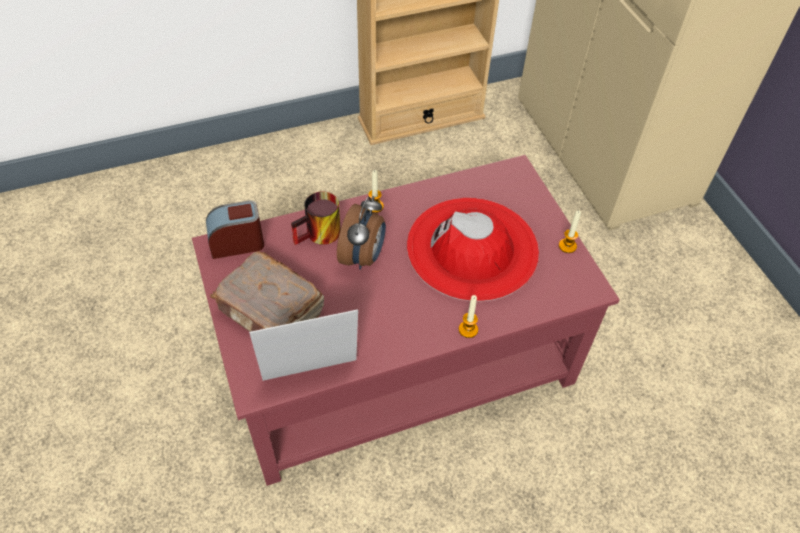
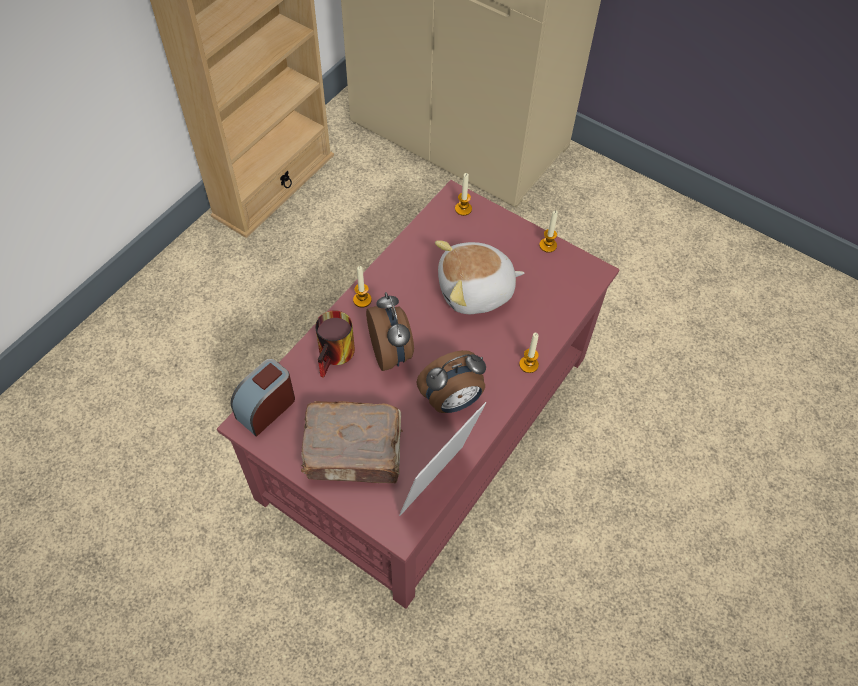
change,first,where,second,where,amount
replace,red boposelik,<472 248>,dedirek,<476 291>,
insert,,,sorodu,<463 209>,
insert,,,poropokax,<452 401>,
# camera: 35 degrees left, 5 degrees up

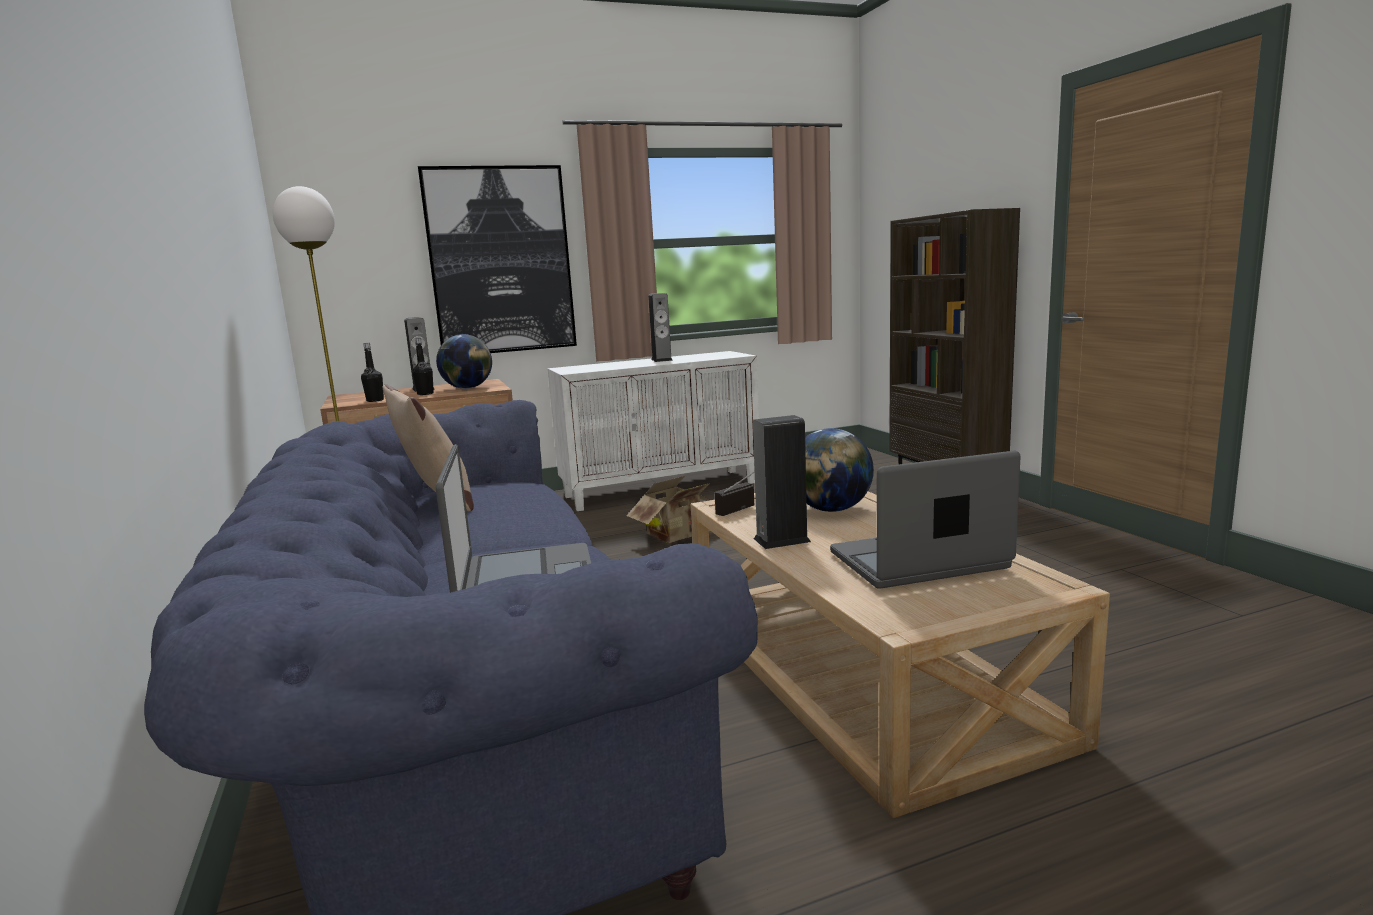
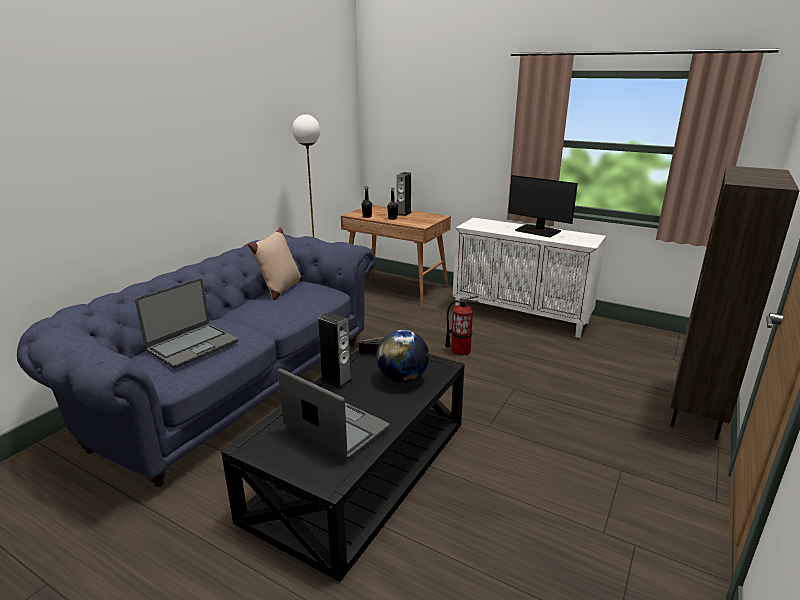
change,first,where,second,where,amount
delete,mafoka,<500 261>,,,
replace,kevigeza,<661 360>,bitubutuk,<538 231>,
delete,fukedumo,<467 388>,,,
replace,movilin,<678 536>,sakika,<460 350>,
recolor,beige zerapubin,<856 668>,black zerapubin,<359 468>,
# camera: 50 degrees right, 10 degrees up

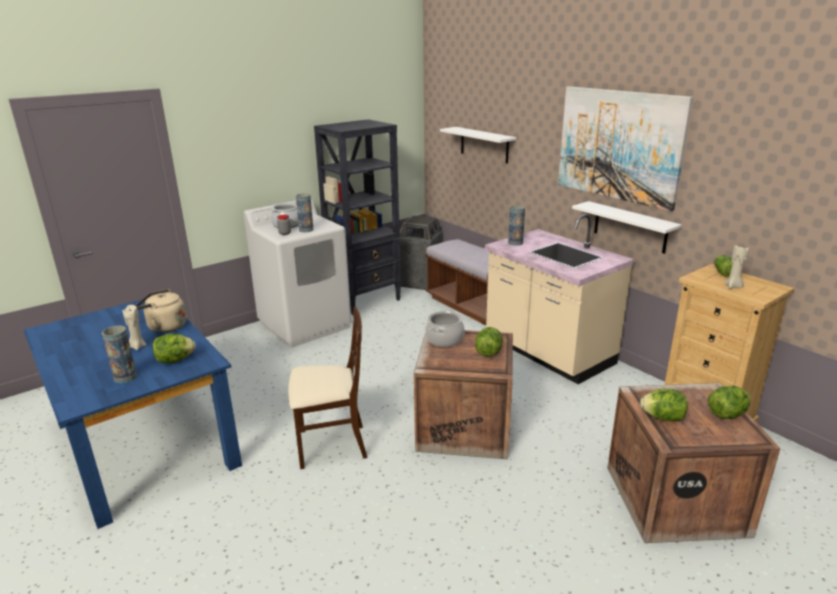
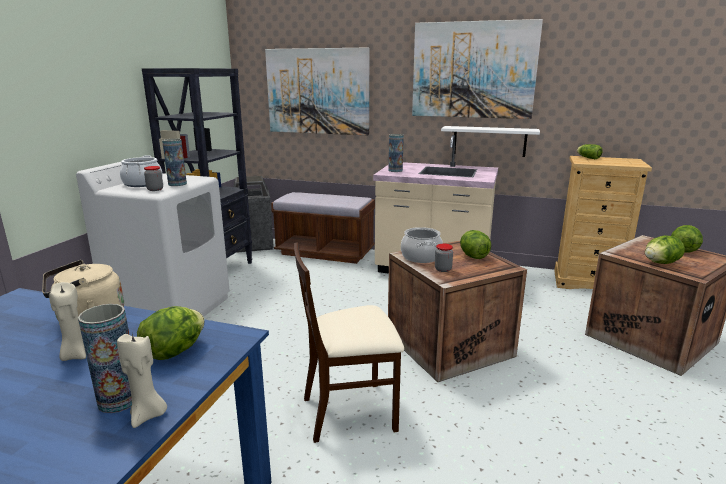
change,first,where,second,where,amount
replace,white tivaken,<484 145>,mafoka,<317 91>,
move,beige sorodu,<733 286>,,<148 415>,
rotate,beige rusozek,<331 445>,,<350 411>,150 degrees counterclockwise
insert,,,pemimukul,<443 269>,
# camera: 35 degrees left, 5 degrees down

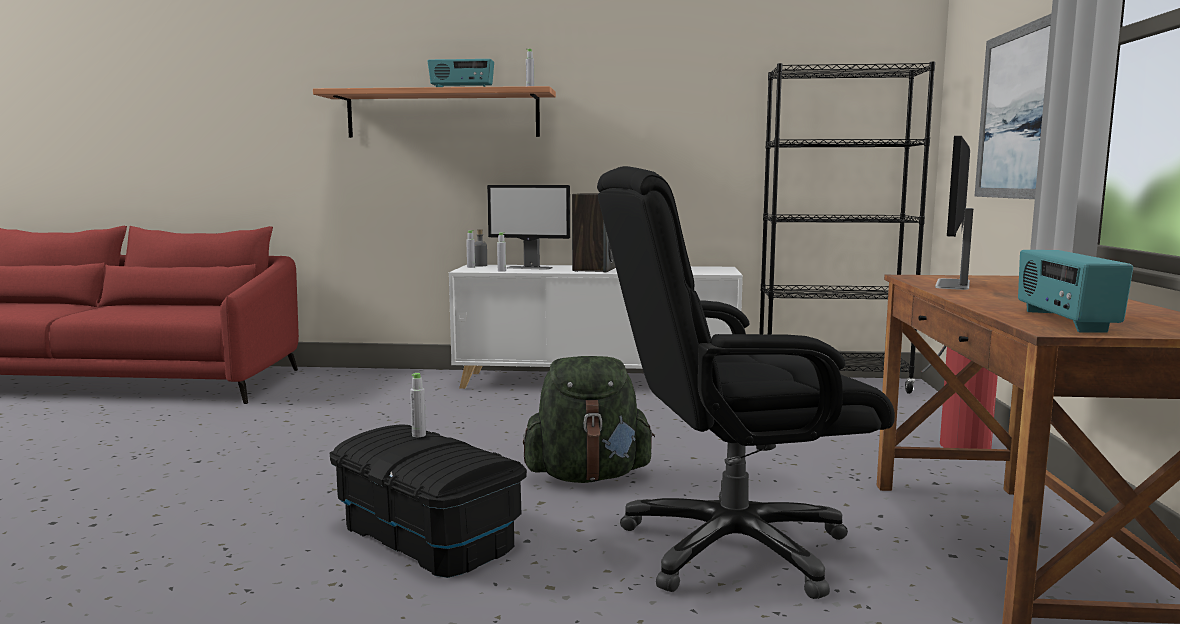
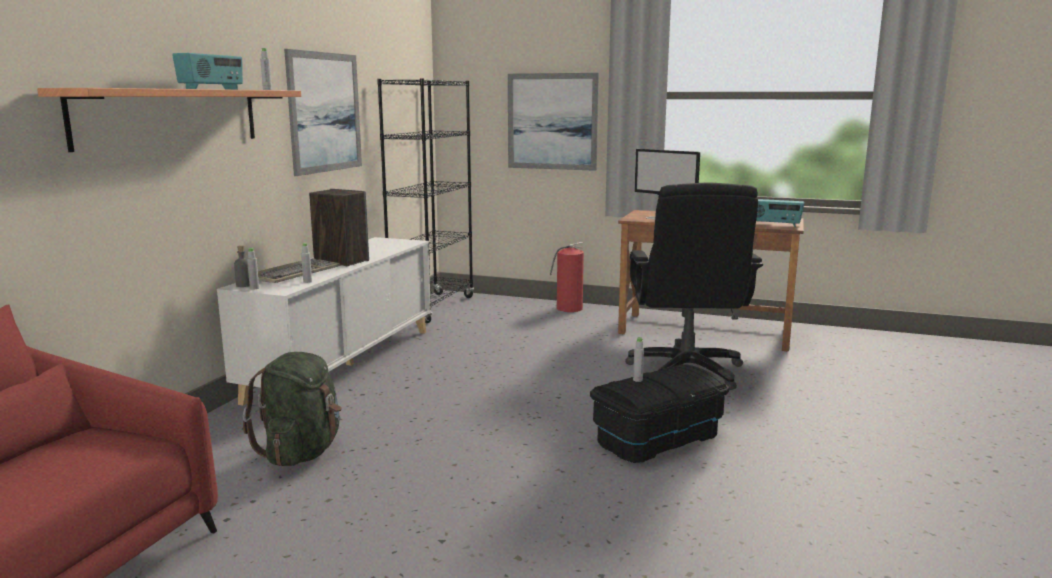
change,first,where,second,where,amount
replace,bitubutuk,<529 268>,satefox,<296 274>,
move,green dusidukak,<588 476>,,<302 452>,
insert,,,mafoka,<325 112>,
# camera: 75 degrees left, 5 degrees up

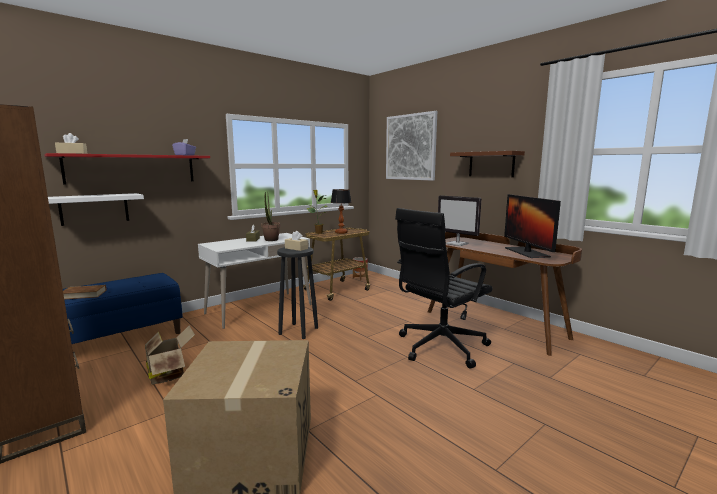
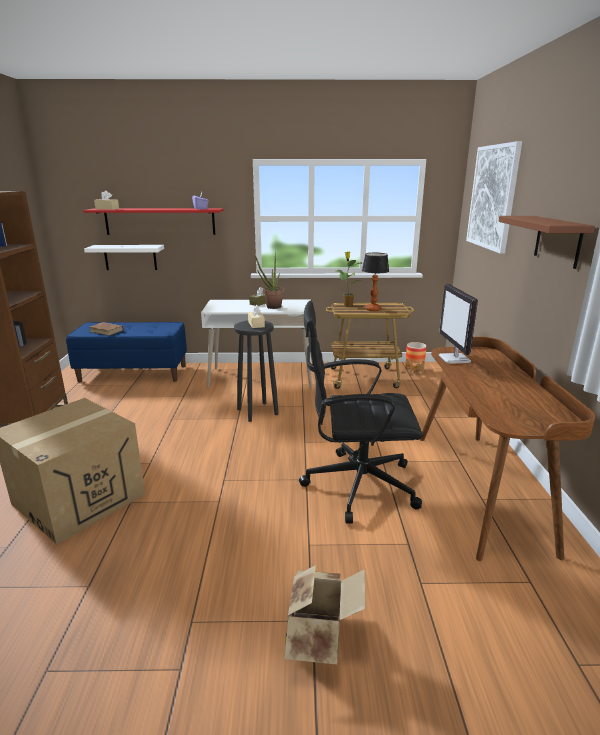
change,first,where,second,where,amount
delete,bitubutuk,<526 252>,,,
move,movilin,<169 373>,,<320 635>,
# camera: 40 degrees right, 10 degrees up

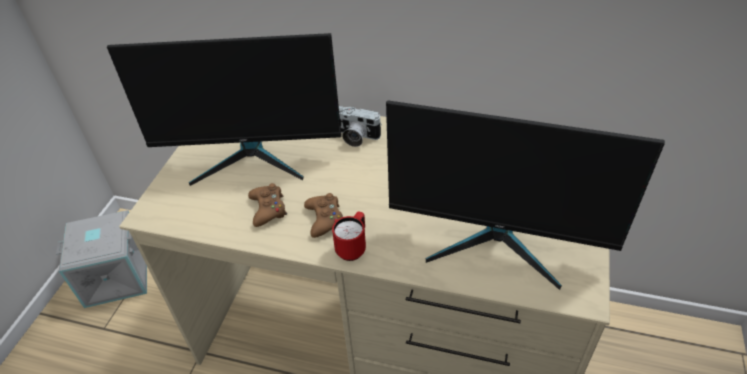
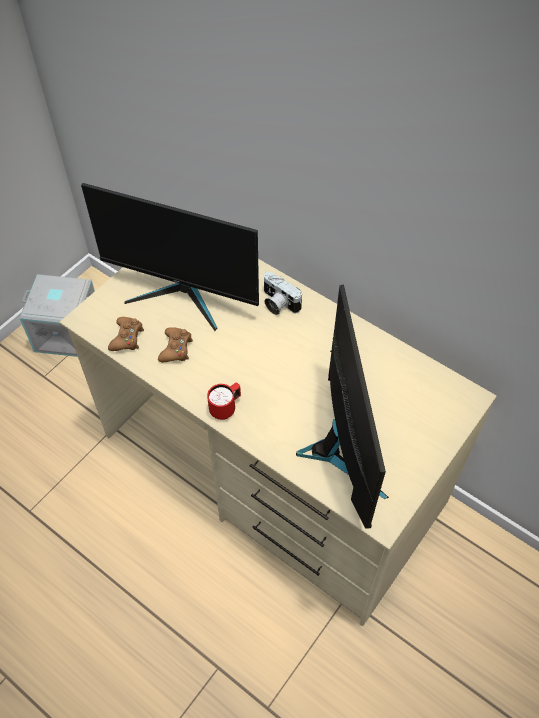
change,first,where,second,where,amount
rotate,bitubutuk,<498 243>,,<342 449>,135 degrees counterclockwise
move,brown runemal,<325 219>,,<127 338>,
# camera: 20 degrees right, 10 degrees up

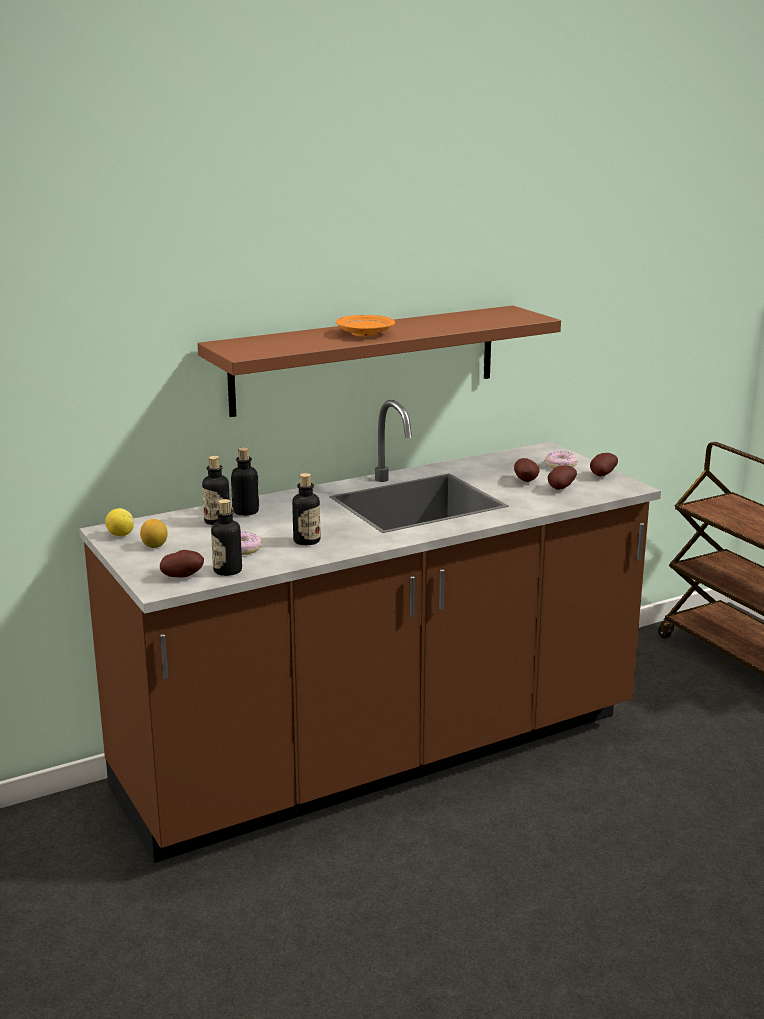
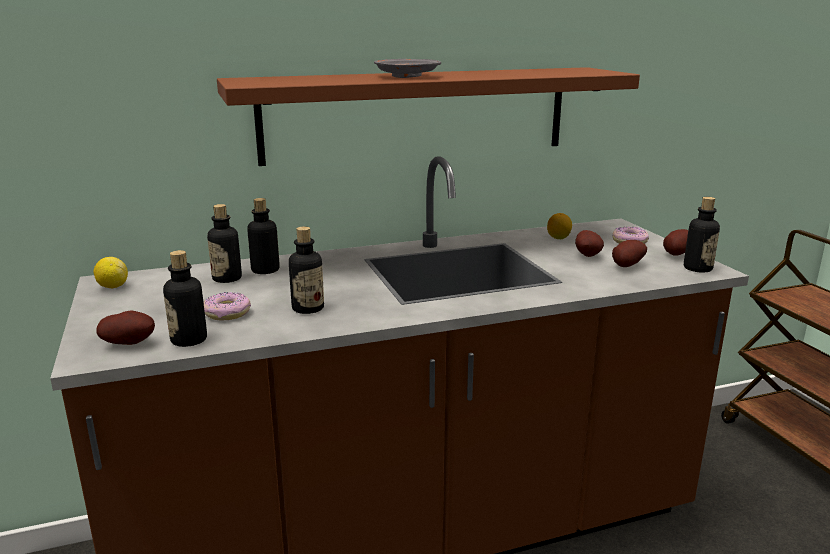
change,first,where,second,where,amount
recolor,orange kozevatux,<364 333>,grey kozevatux,<406 76>,
move,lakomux,<155 546>,,<558 238>,
insert,,,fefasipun,<697 268>,
# camera: 10 degrees right, 0 degrees up

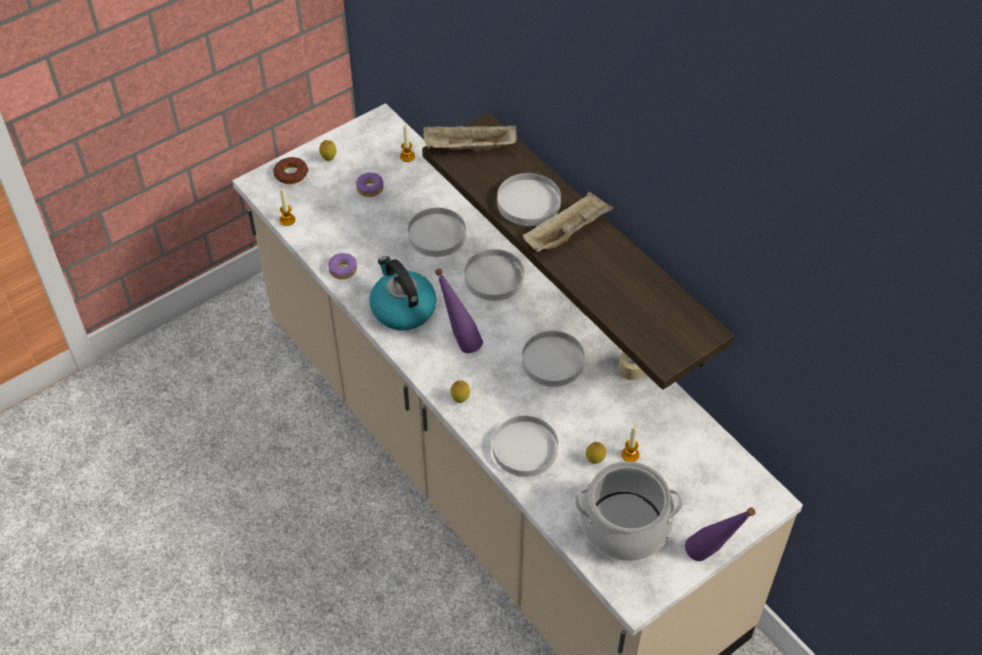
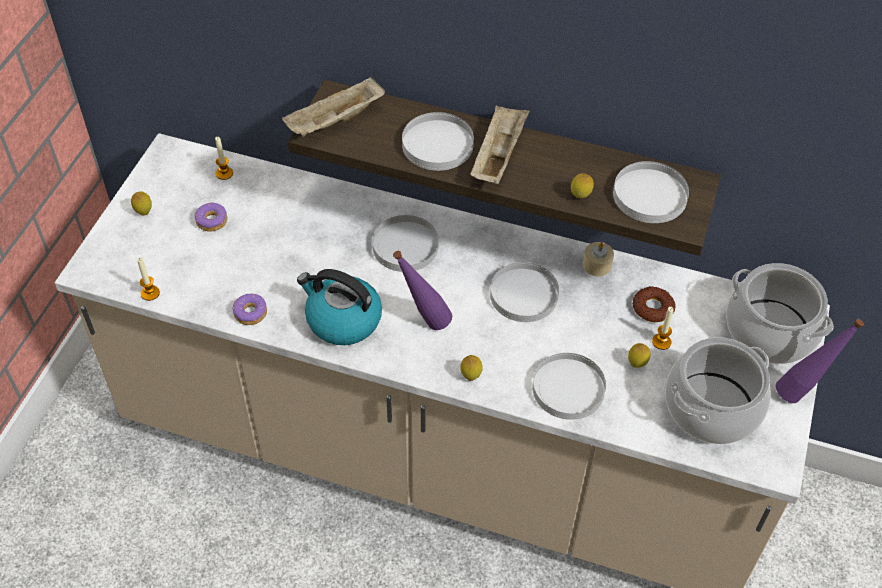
change,first,where,second,where,amount
move,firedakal,<291 174>,,<652 308>,
move,white kozevatux,<436 234>,,<649 195>,
insert,,,lakomux,<580 197>,
insert,,,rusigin,<770 331>,
# camera: 35 degrees left, 0 degrees up

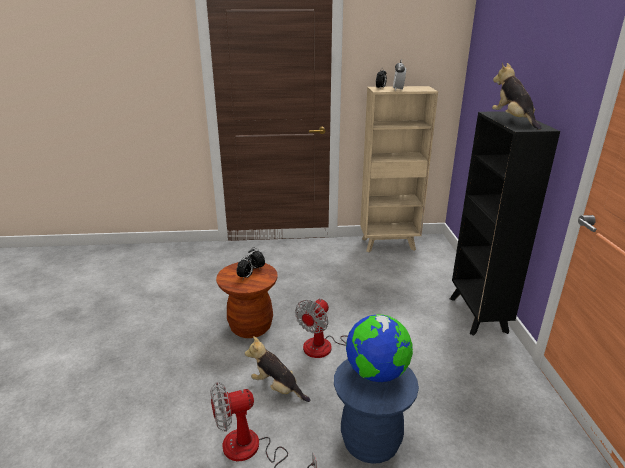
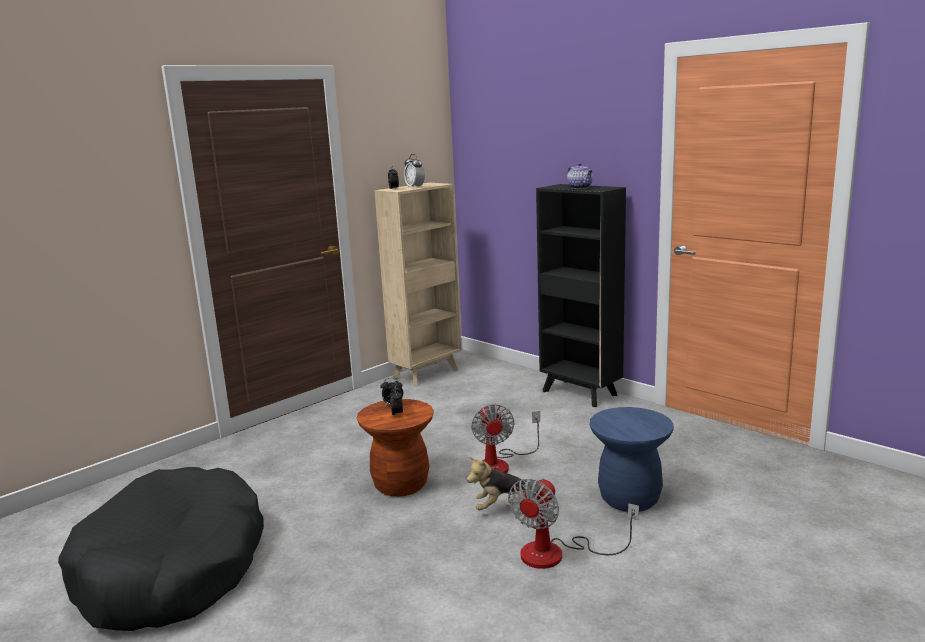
change,first,where,second,where,amount
replace,dedirek,<513 121>,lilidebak,<580 188>,
delete,fukedumo,<377 373>,,,
insert,,,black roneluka,<172 569>,
# camera: 40 degrees left, 10 degrees down

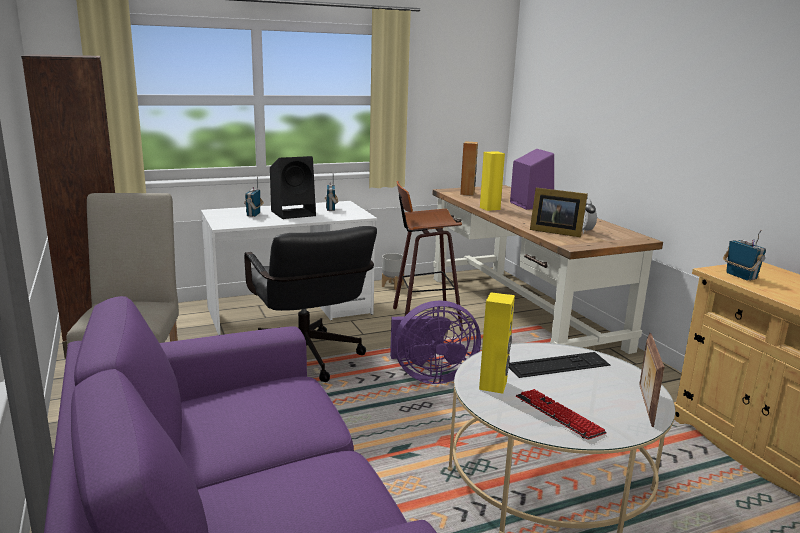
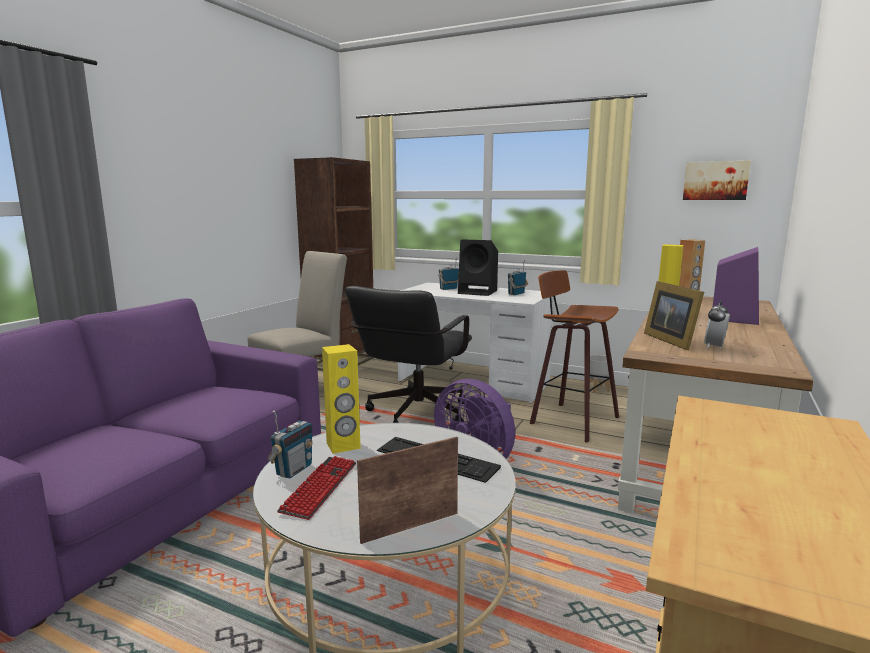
change,first,where,second,where,amount
move,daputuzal,<740 276>,,<293 470>,
insert,,,mafoka,<715 180>,
# camera: 50 degrees right, 5 degrees down

